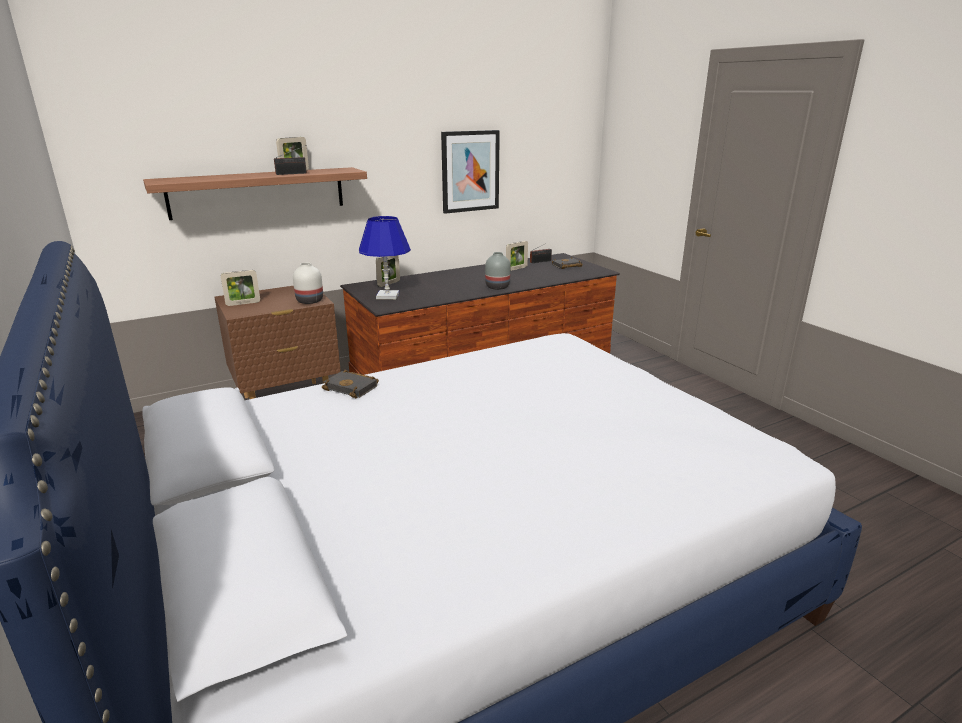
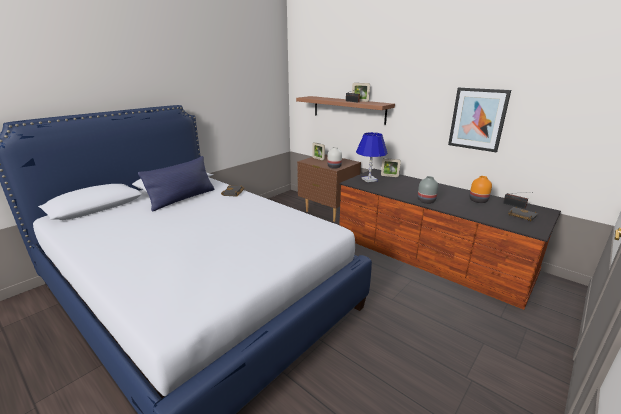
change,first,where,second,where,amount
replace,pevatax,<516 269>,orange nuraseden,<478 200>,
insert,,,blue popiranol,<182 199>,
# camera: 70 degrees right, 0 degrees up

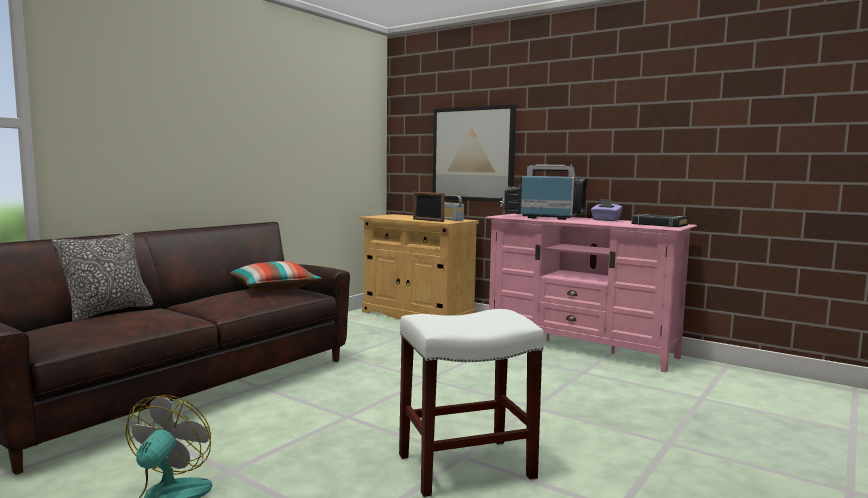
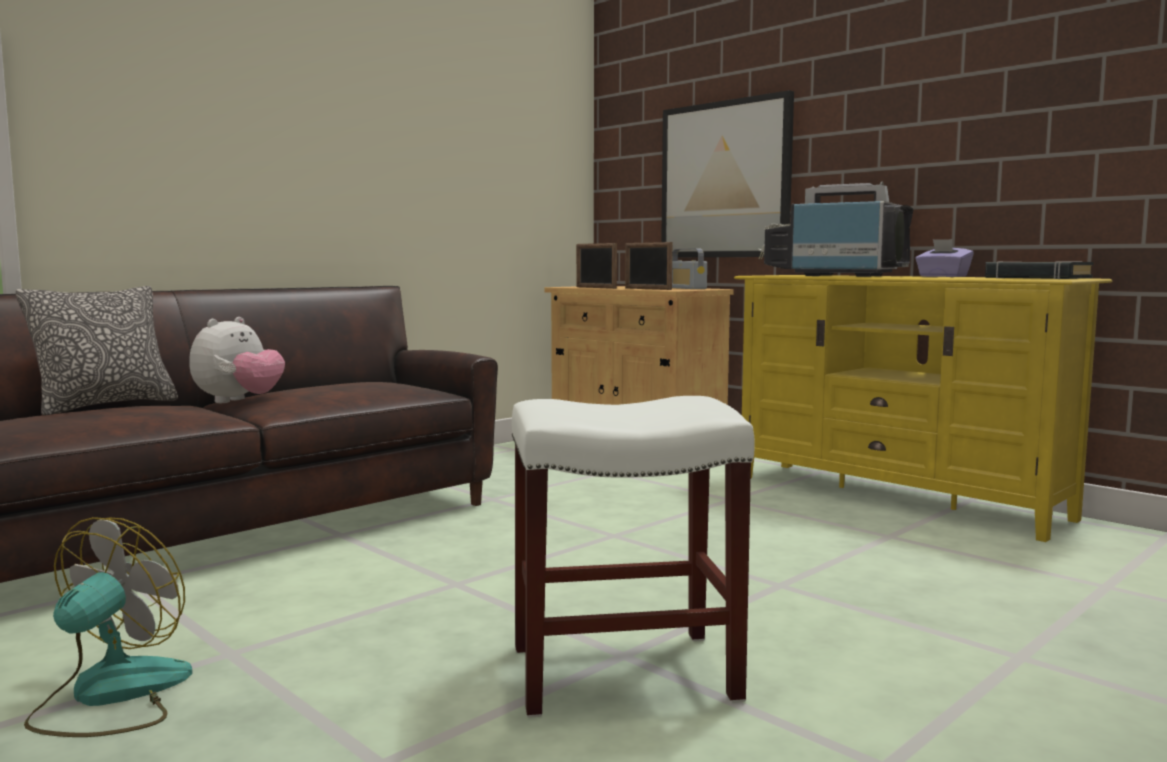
change,first,where,second,where,amount
recolor,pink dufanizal,<580 346>,yellow dufanizal,<897 497>,
delete,popiranol,<274 289>,,,
insert,,,pevatax,<595 287>,
insert,,,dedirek,<239 401>,
# camera: 10 degrees right, 0 degrees up

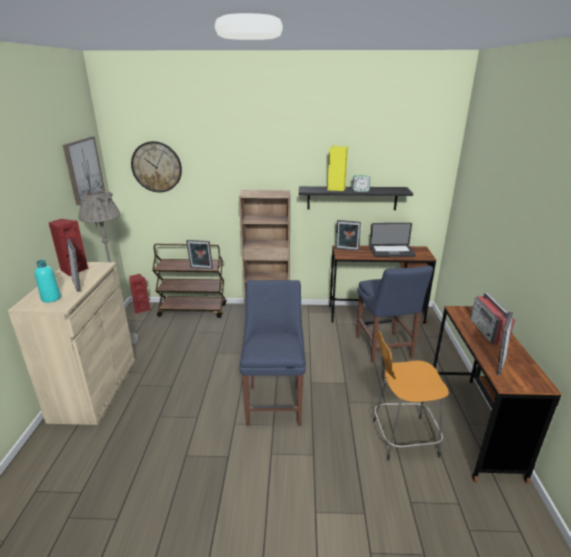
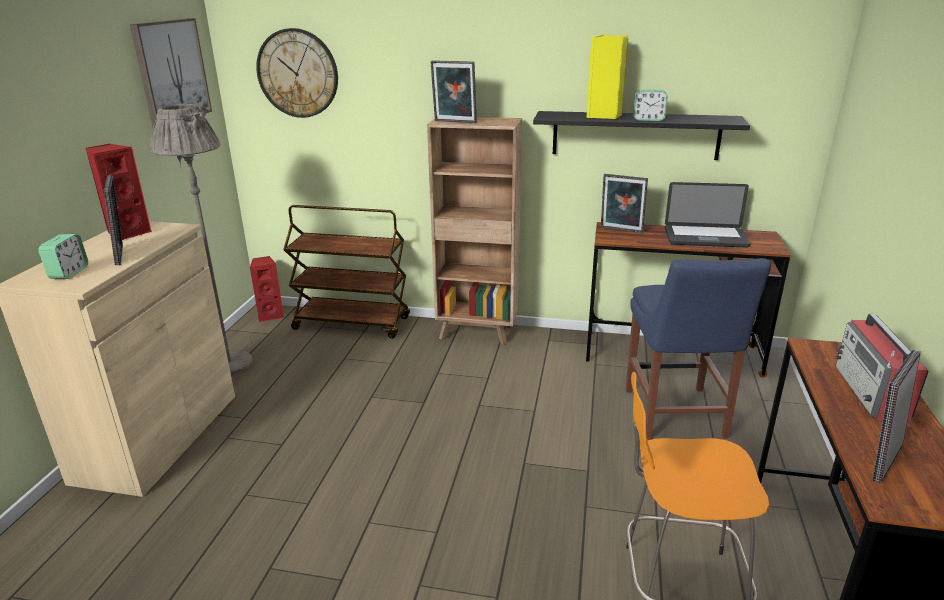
change,first,where,second,where,amount
move,pevatax,<201 268>,,<454 122>,
replace,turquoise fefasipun,<51 298>,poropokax,<69 273>,
delete,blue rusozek,<274 402>,,,
# camera: 10 degrees right, 0 degrees up

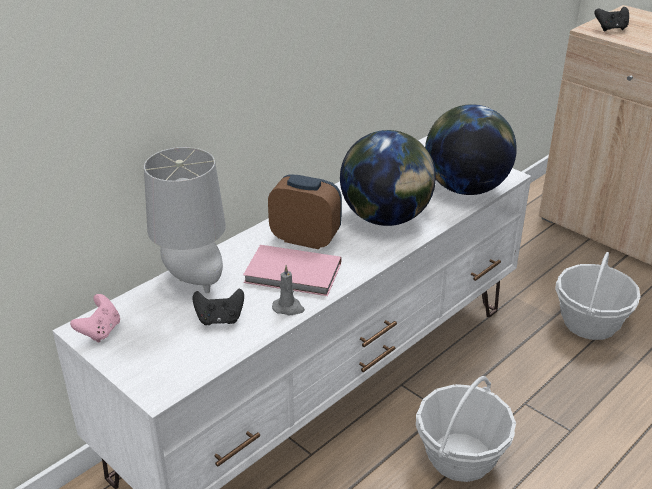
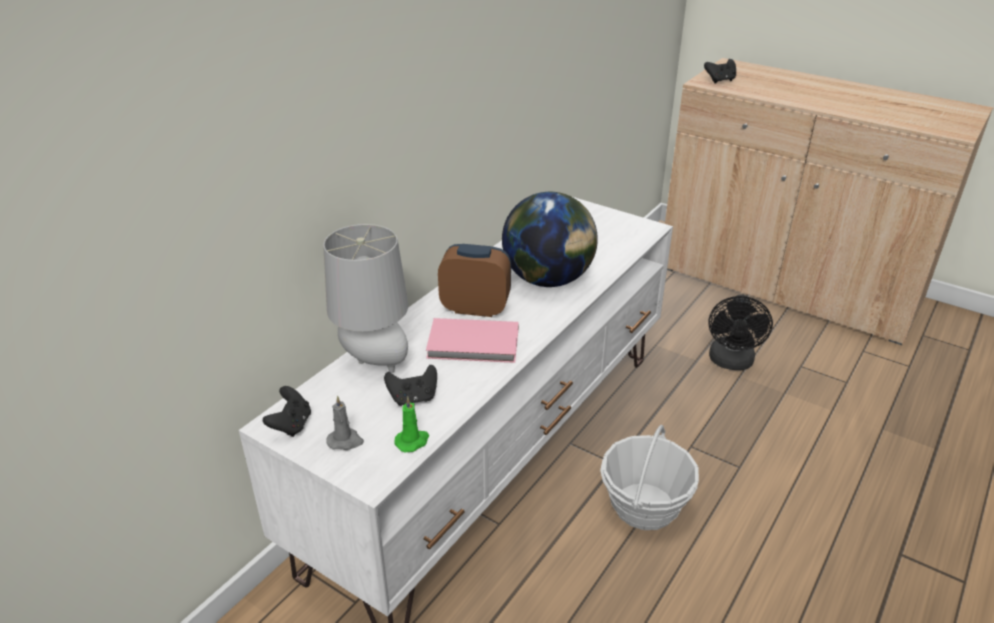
change,first,where,second,where,amount
delete,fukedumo,<465 188>,,,
replace,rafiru,<590 323>,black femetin,<731 362>,
move,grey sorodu,<288 308>,,<345 441>,
recolor,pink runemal,<100 331>,black runemal,<291 425>,
insert,,,green sorodu,<412 441>,
# camera: 10 degrees left, 0 degrees up

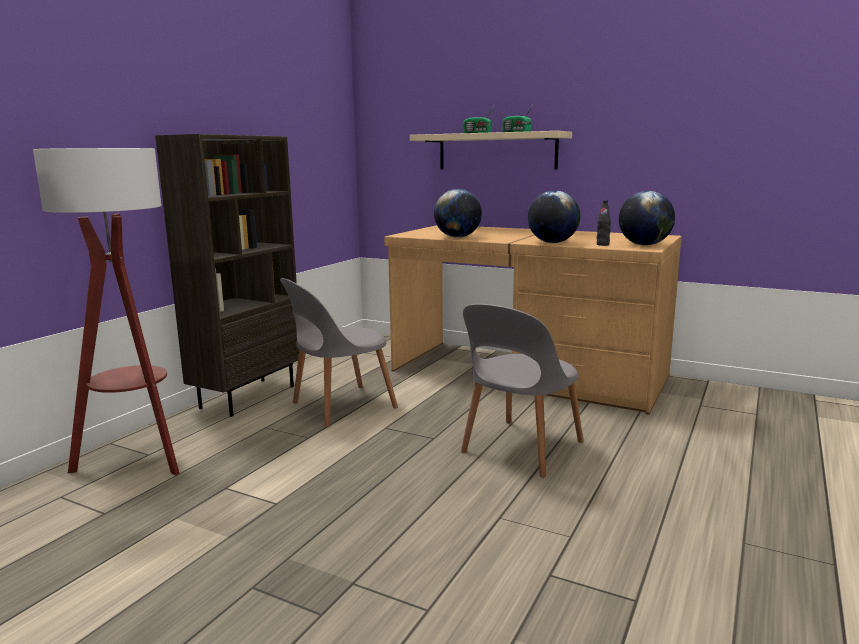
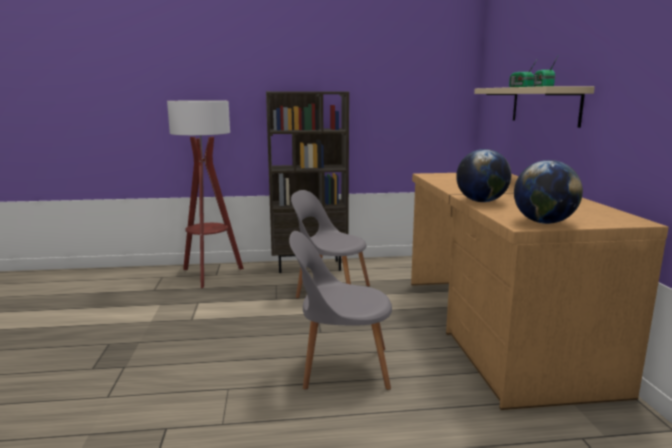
change,first,where,second,where,amount
delete,fukedumo,<457 237>,,,
delete,black fefasipun,<602 244>,,,
# camera: 55 degrees right, 0 degrees up

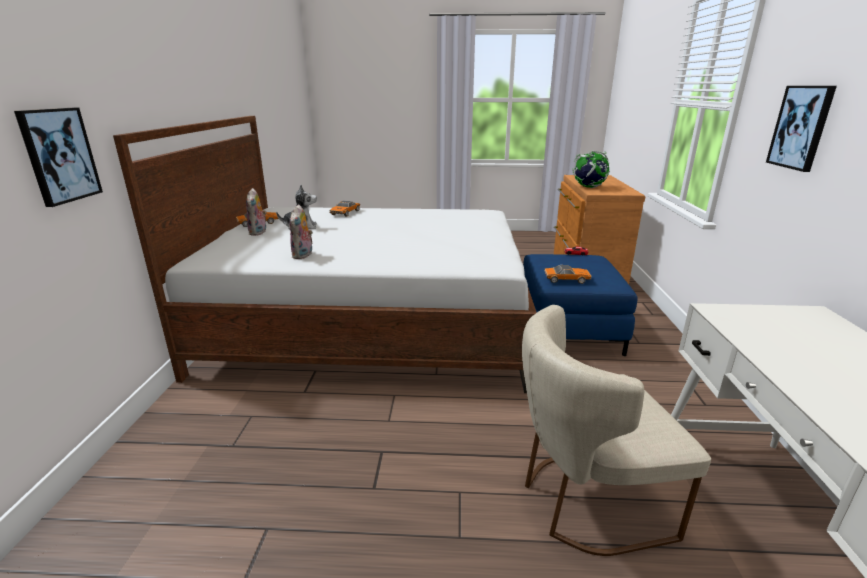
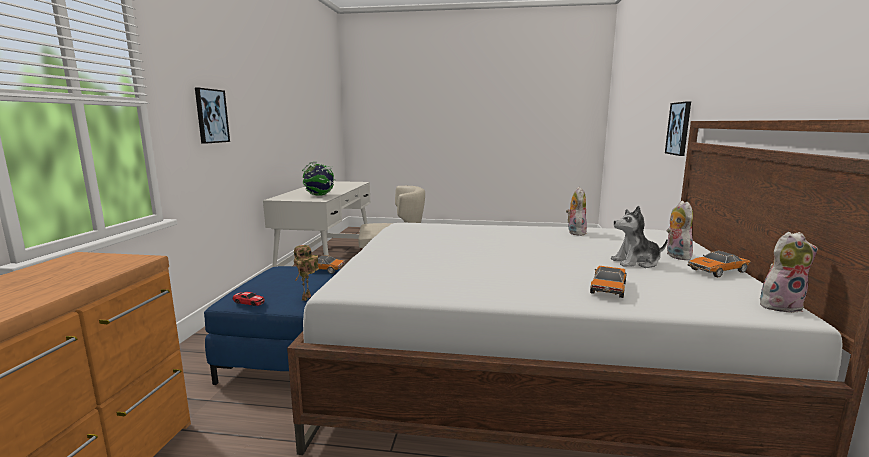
change,first,where,second,where,amount
move,fukedumo,<588 187>,,<319 195>,
insert,,,dedirek,<780 305>,
insert,,,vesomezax,<307 298>,
# camera: 175 degrees left, 10 degrees down

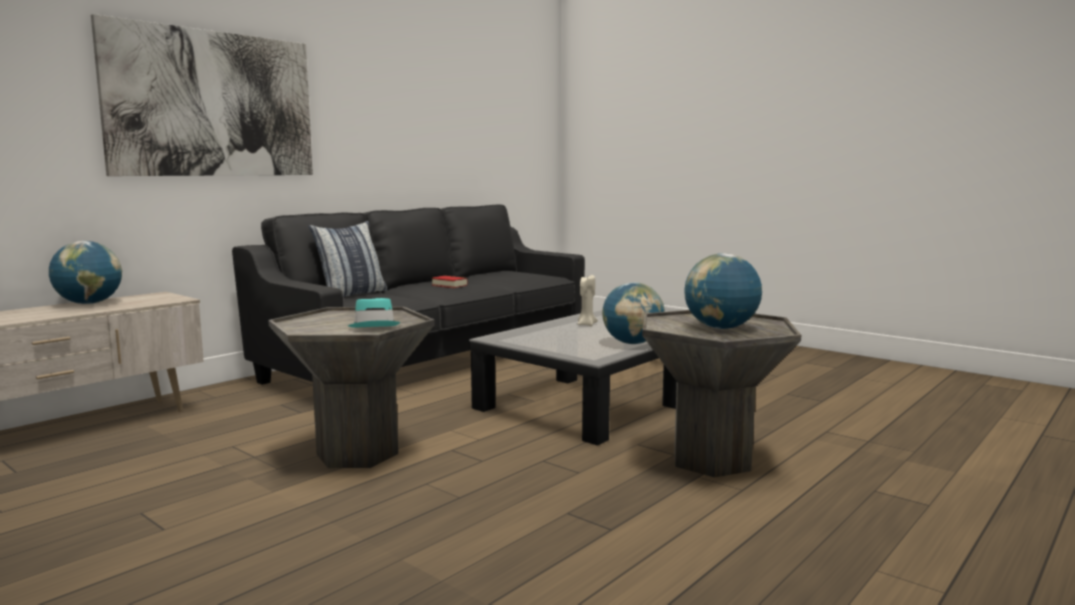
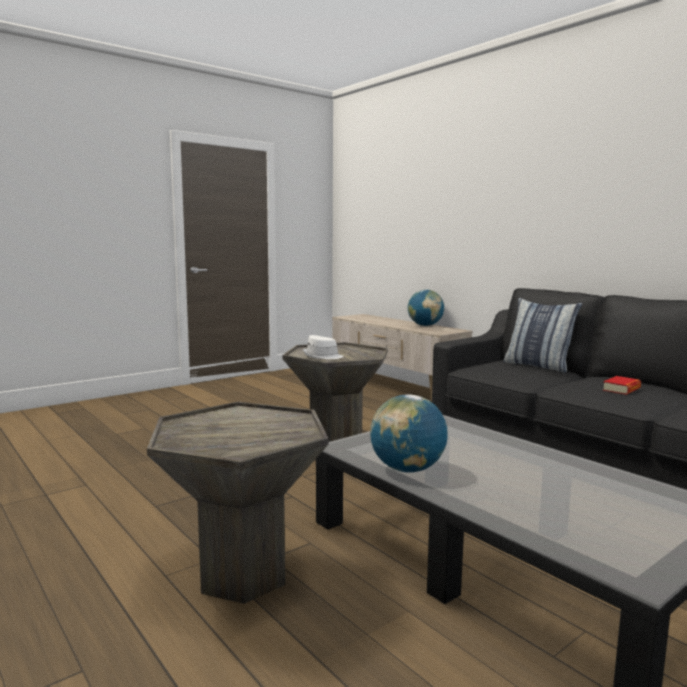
change,first,where,second,where,amount
delete,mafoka,<213 104>,,,
delete,fukedumo,<721 328>,,,
delete,beige sorodu,<586 324>,,,
recolor,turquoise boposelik,<374 326>,white boposelik,<322 356>,
# camera: 100 degrees right, 0 degrees up

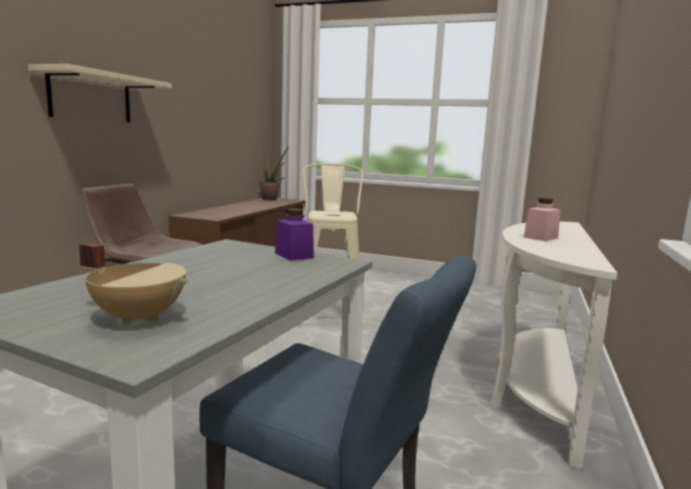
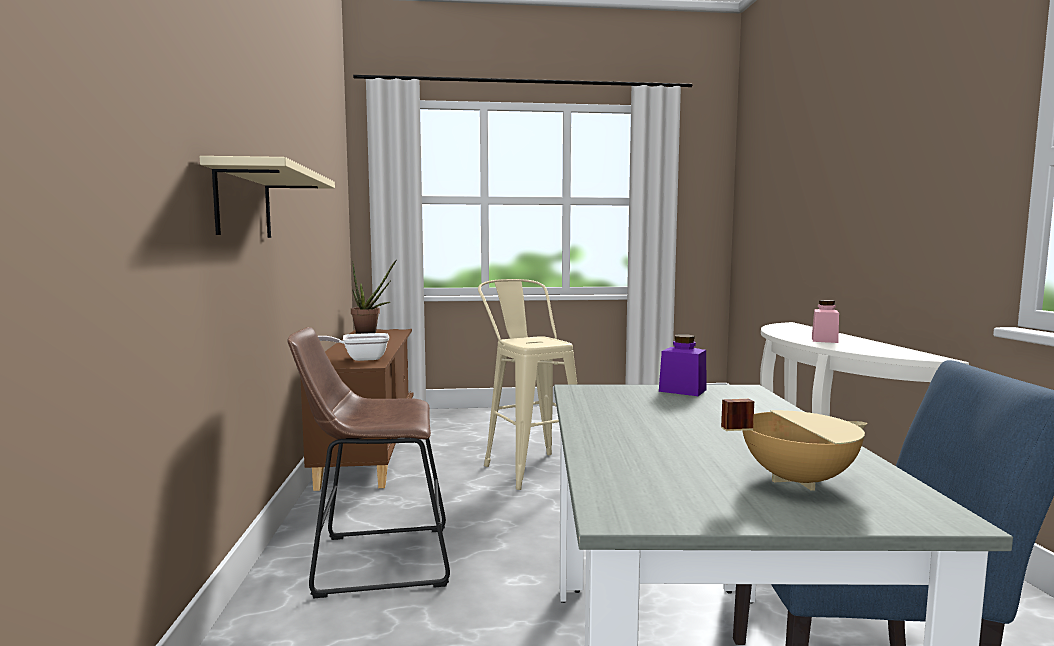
change,first,where,second,where,amount
insert,,,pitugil,<360 359>,
# camera: 25 degrees left, 5 degrees down

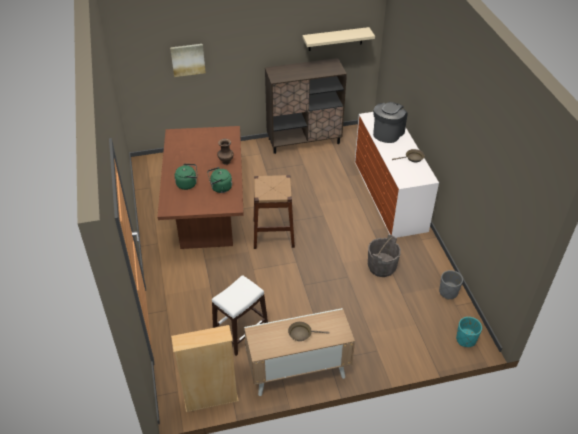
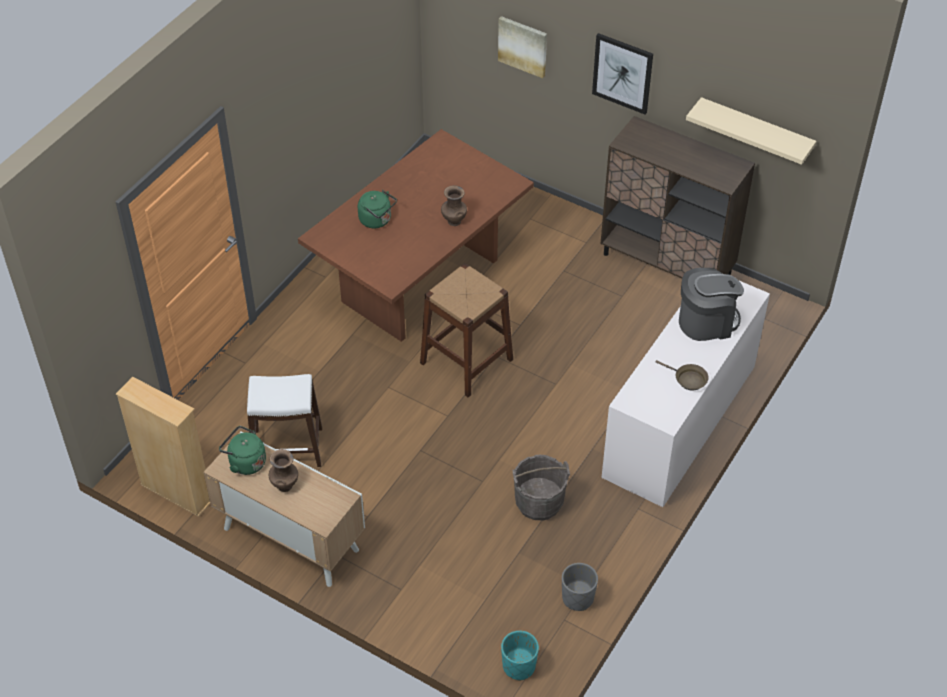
change,first,where,second,where,amount
move,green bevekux,<220 188>,,<245 462>,
replace,brown pitugil,<302 333>,brown nuraseden,<285 485>,
insert,,,mafoka,<622 73>,
# camera: 45 degrees right, 5 degrees up

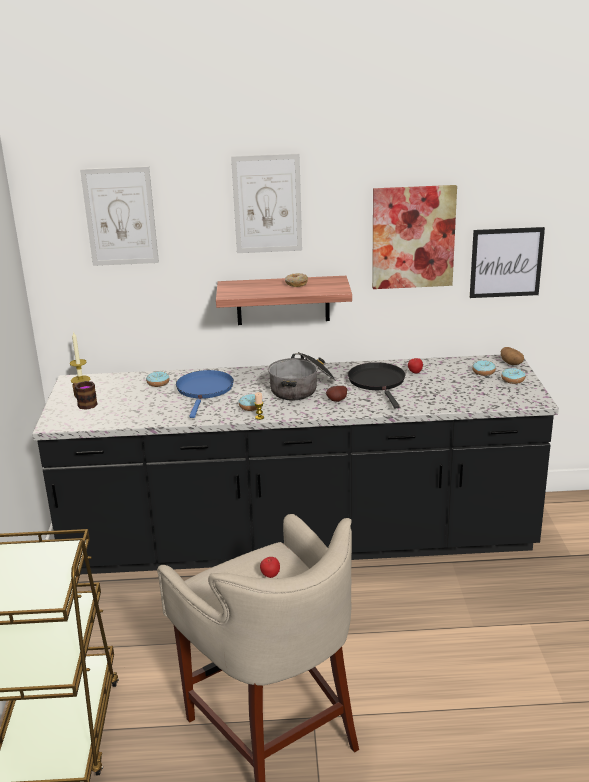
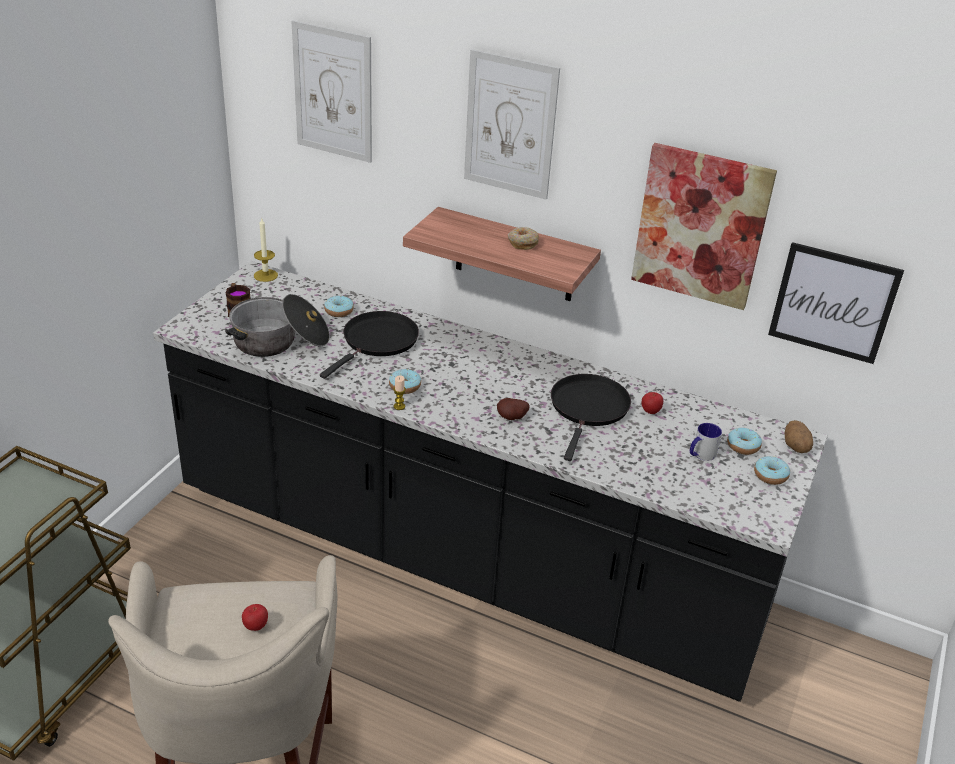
change,first,where,second,where,amount
move,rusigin,<302 388>,,<280 341>,
recolor,blue pitugil,<204 390>,black pitugil,<377 341>,
insert,,,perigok,<701 454>,
# camera: 25 degrees right, 10 degrees up

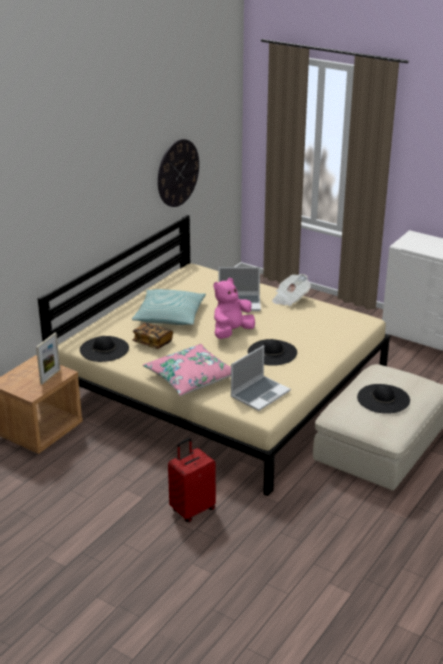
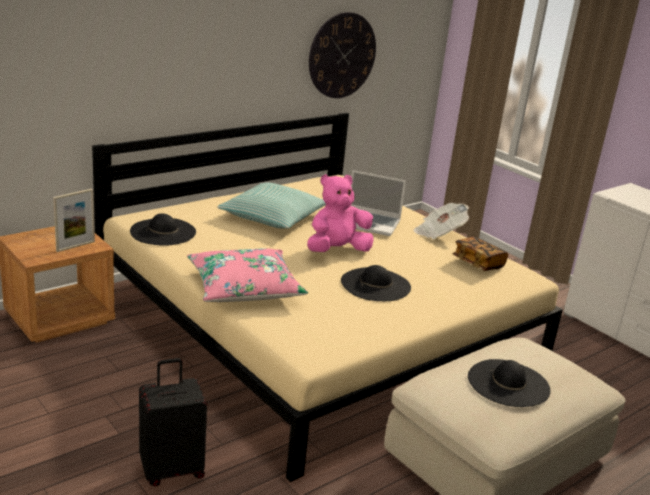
change,first,where,second,where,amount
move,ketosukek,<152 343>,,<478 264>,
delete,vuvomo,<260 394>,,,
recolor,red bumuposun,<192 509>,black bumuposun,<172 469>,
# camera: 15 degrees right, 5 degrees down

